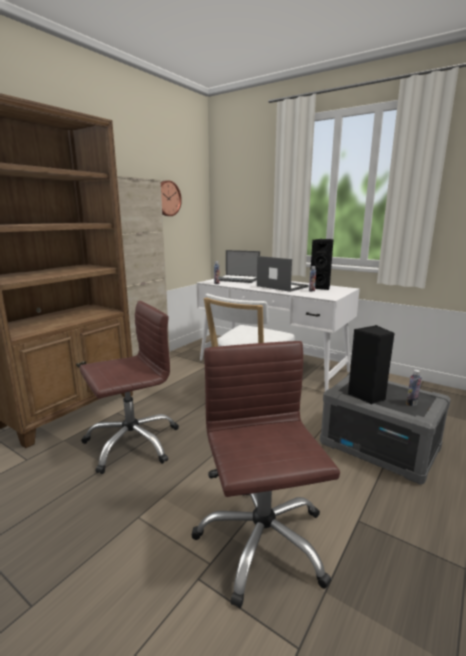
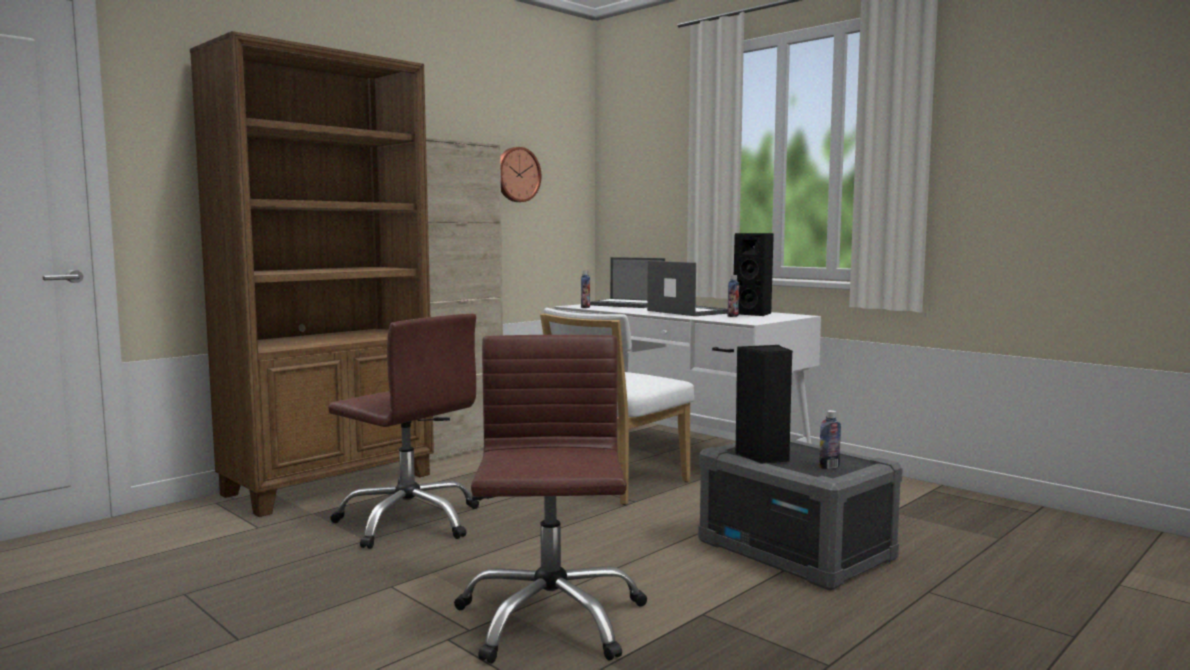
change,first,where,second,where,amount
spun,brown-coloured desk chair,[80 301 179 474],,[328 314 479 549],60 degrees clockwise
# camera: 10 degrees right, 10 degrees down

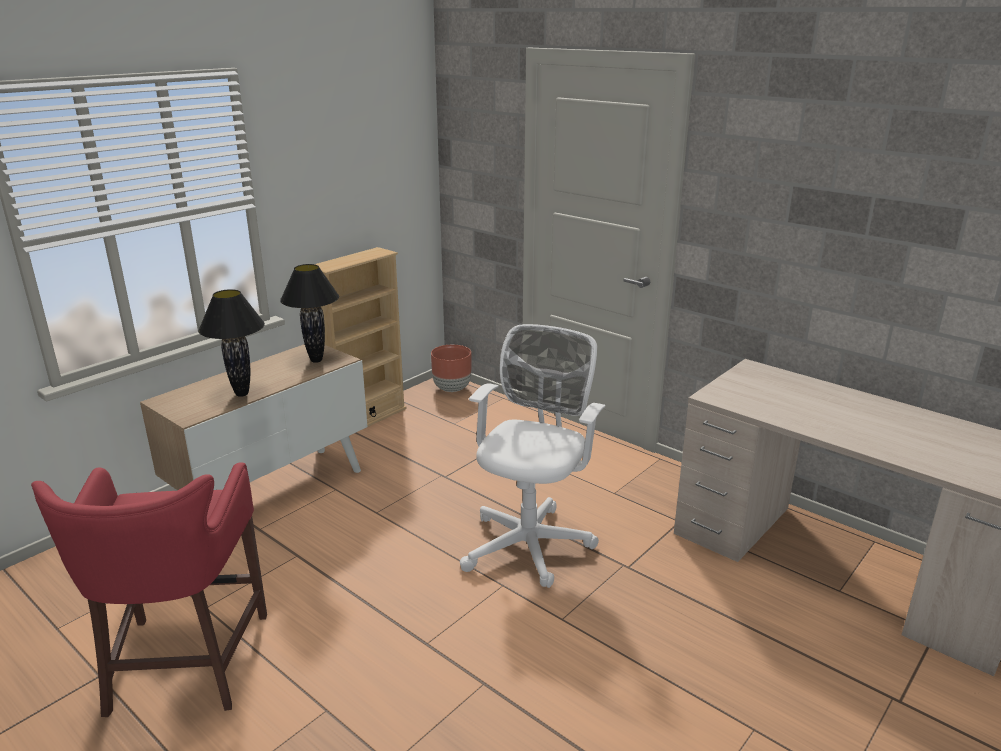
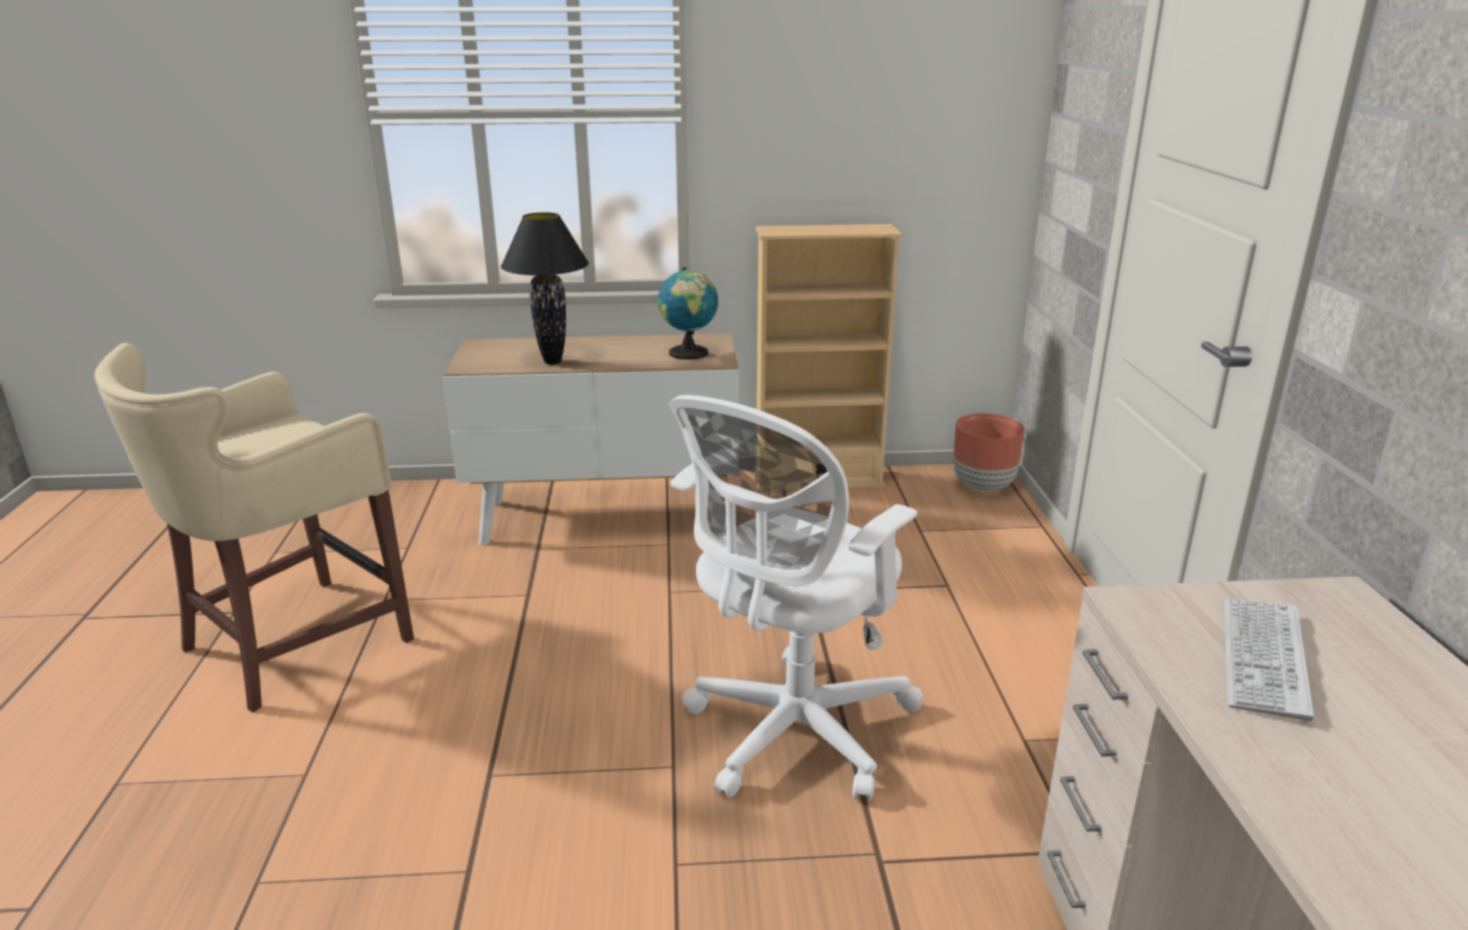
change,first,where,second,where,amount
colour,red stool,[31 462 267 717],sand-coloured stool,[95 343 414 713],
exchanged,black lamp for a table,[280 264 339 363],world globe,[658 267 718 360],
spun,white-coloured desk chair,[460 324 605 588],,[669 395 923 800],150 degrees clockwise
appeared,,,keyboard,[1224 599 1314 721],
# camera: 45 degrees right, 0 degrees up

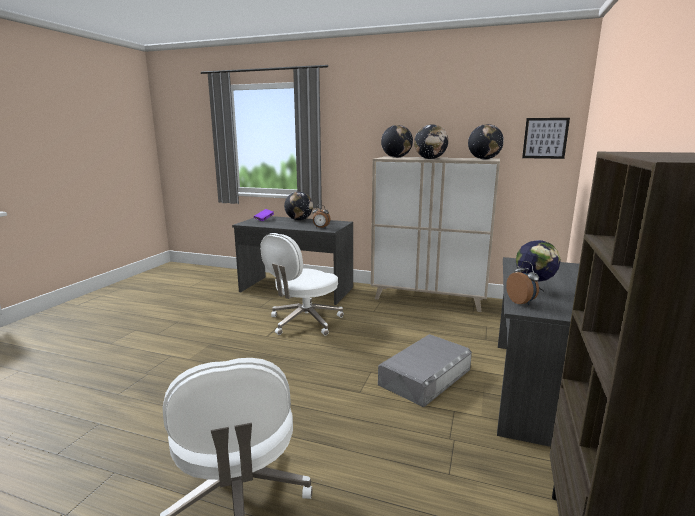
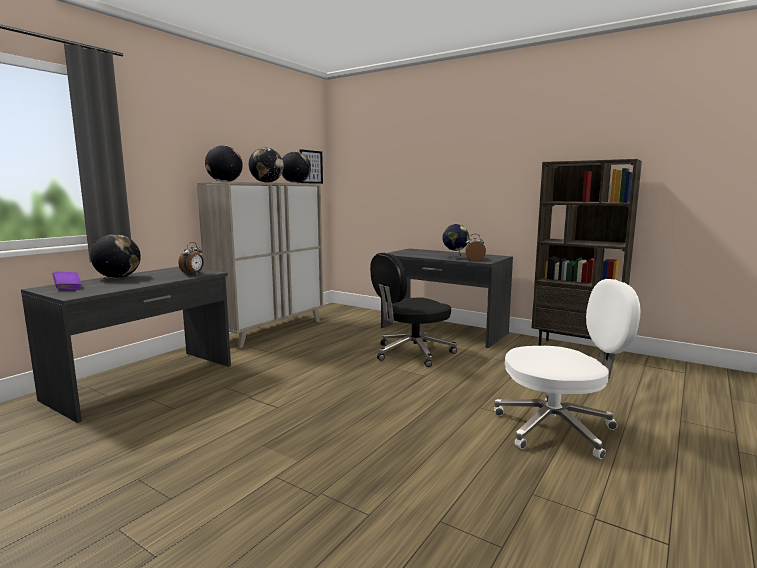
change,first,where,second,where,amount
missing,white-coloured desk chair,[260 233 344 336],,,
exchanged,gray storage box,[378 334 472 407],black desk chair,[370 253 457 367],
# camera: 75 degrees left, 5 degrees down

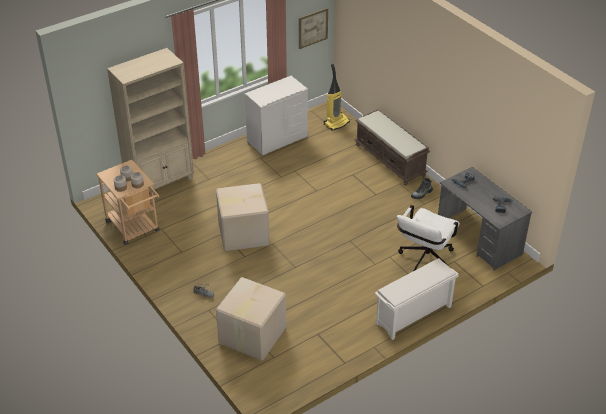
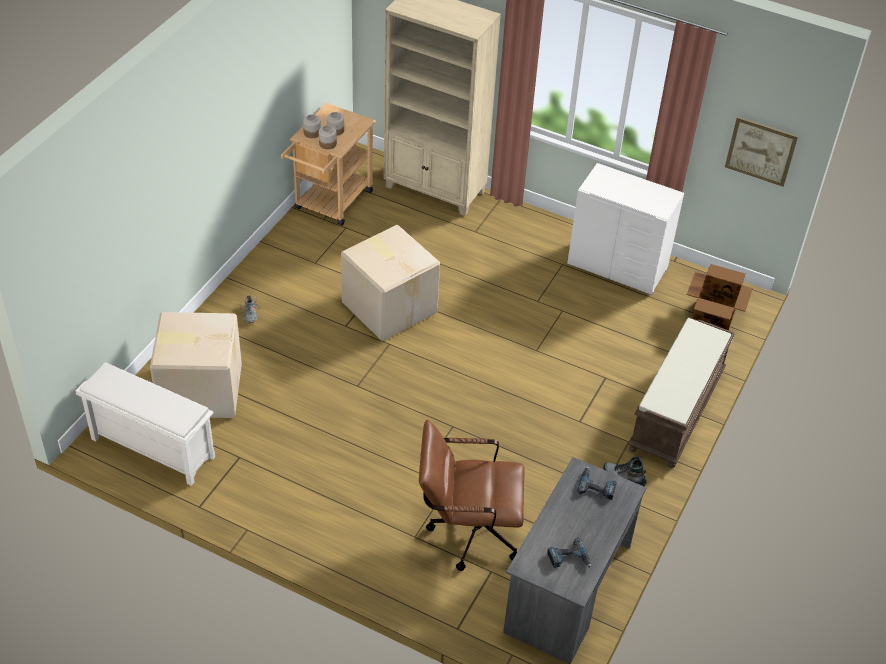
change,first,where,second,where,amount
exchanged,vacuum cleaner,[324 64 350 131],cardboard box,[687 264 753 330],
relocated,white-coloured shoe shelf,[375 258 458 340],,[75 362 215 486],
colour,white-coloured desk chair,[397 205 460 271],brown-coloured desk chair,[419 420 525 571],
# camera: 60 degrees right, 5 degrees up

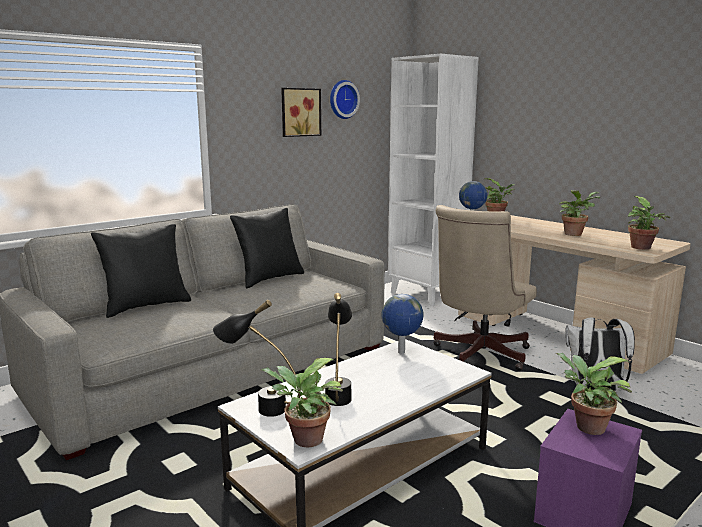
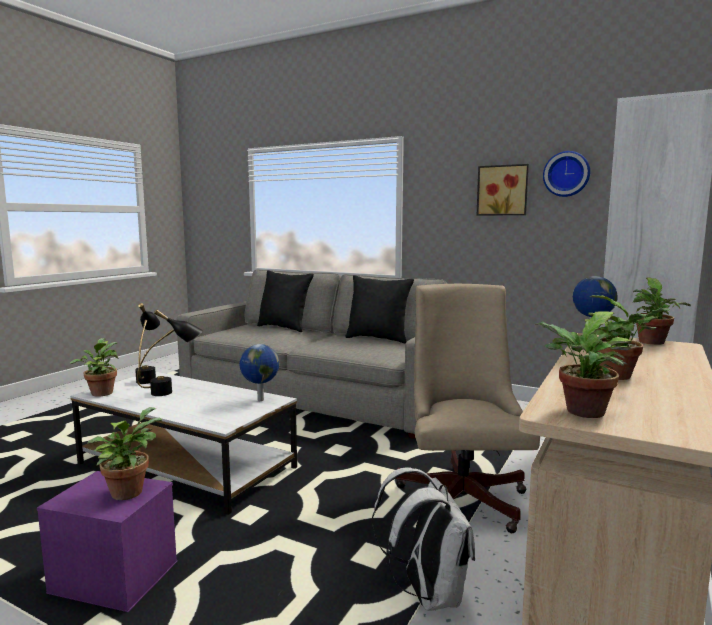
change,first,where,second,where,amount
spun,sand-coloured desk chair,[434 205 537 371],,[396 284 540 533],75 degrees clockwise
# camera: 70 degrees right, 5 degrees down

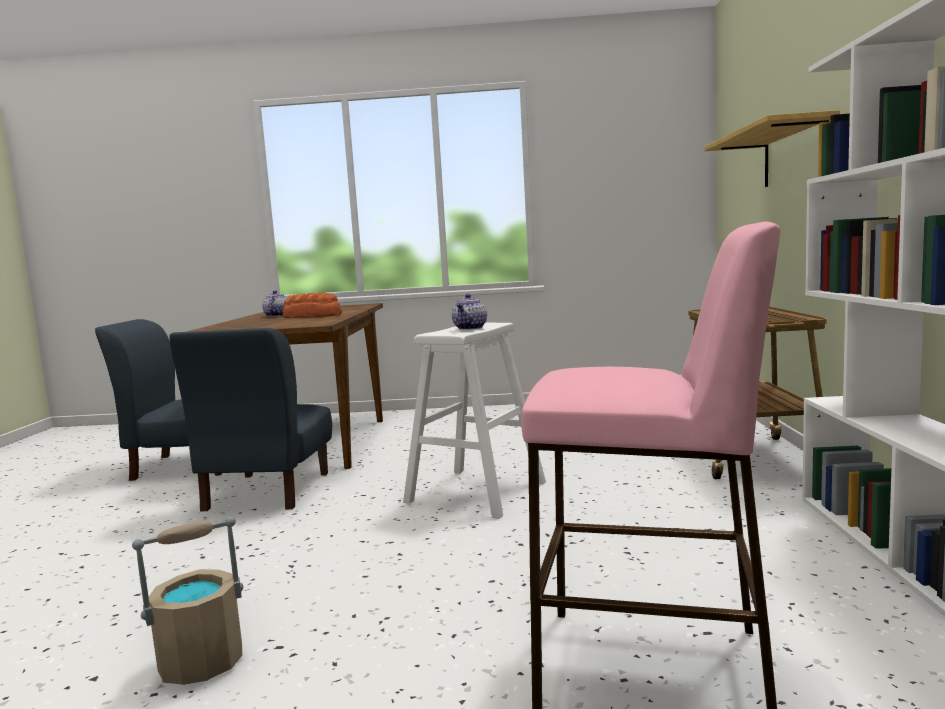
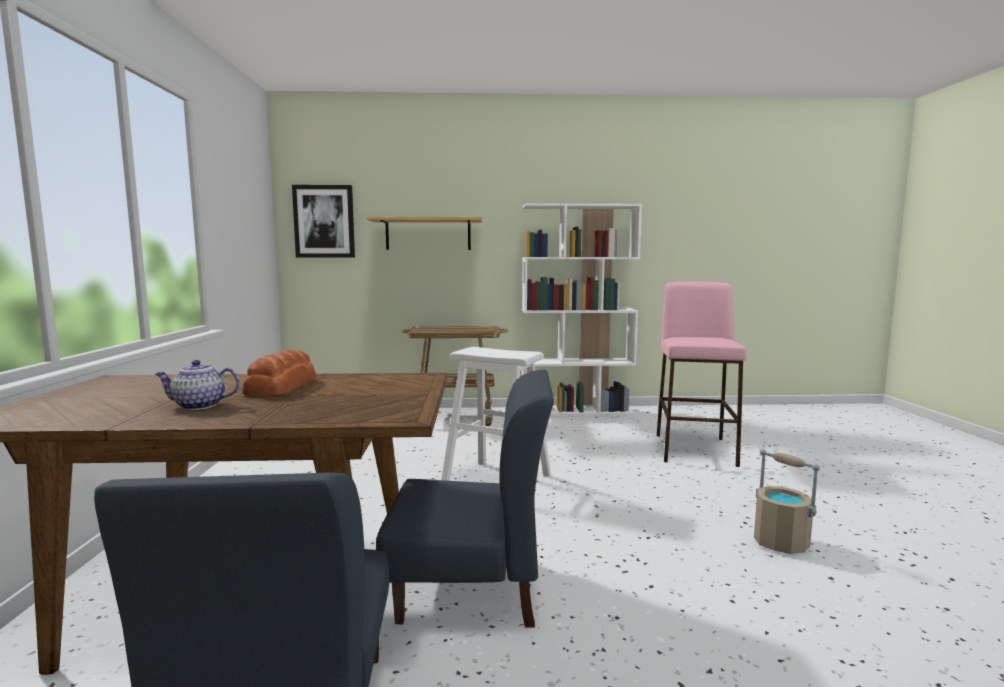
change,first,where,second,where,amount
missing,pot for tea,[452 294 487 330],,,
appeared,,,wall picture,[292 185 355 258],
# camera: 95 degrees left, 0 degrees up

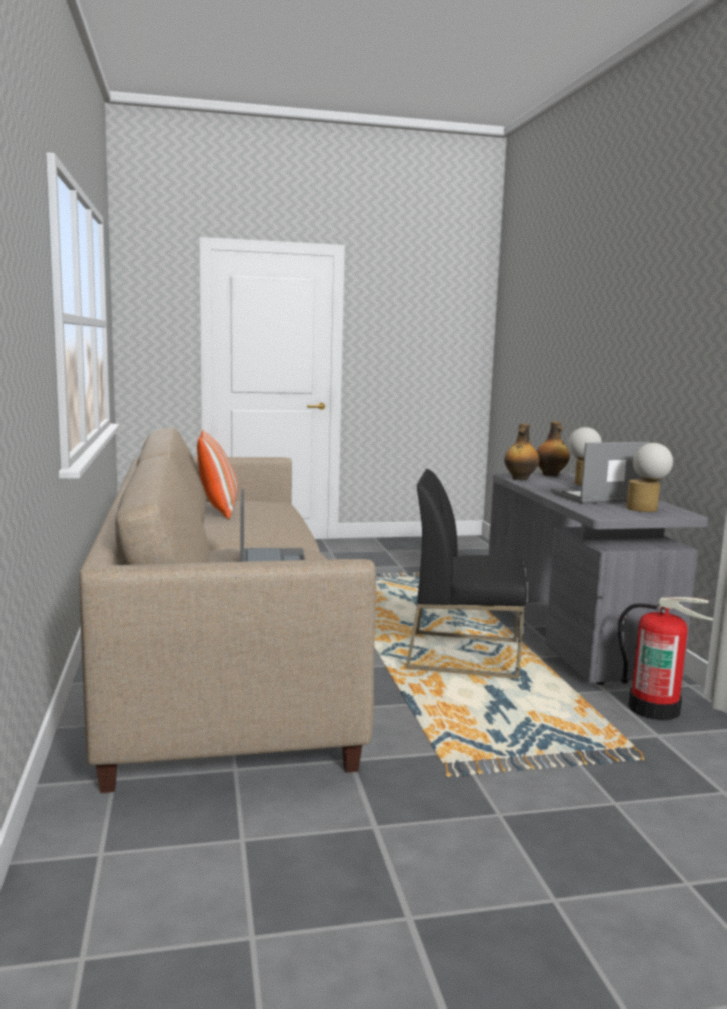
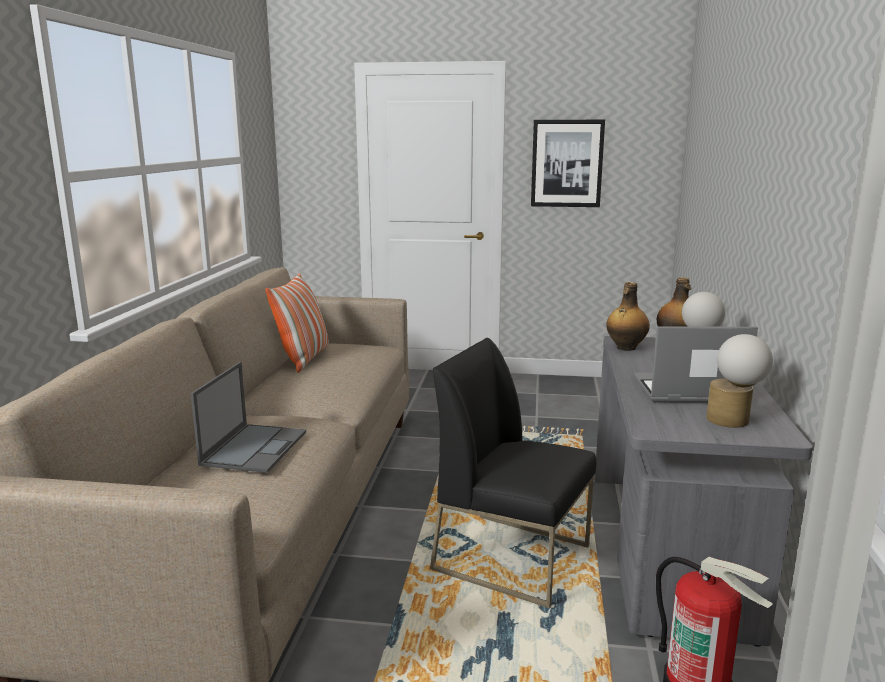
change,first,where,second,where,amount
appeared,,,wall picture,[531 120 605 207],
# camera: 20 degrees right, 5 degrees up

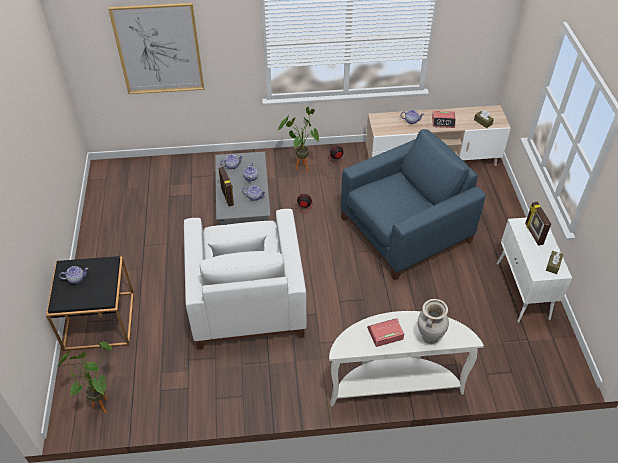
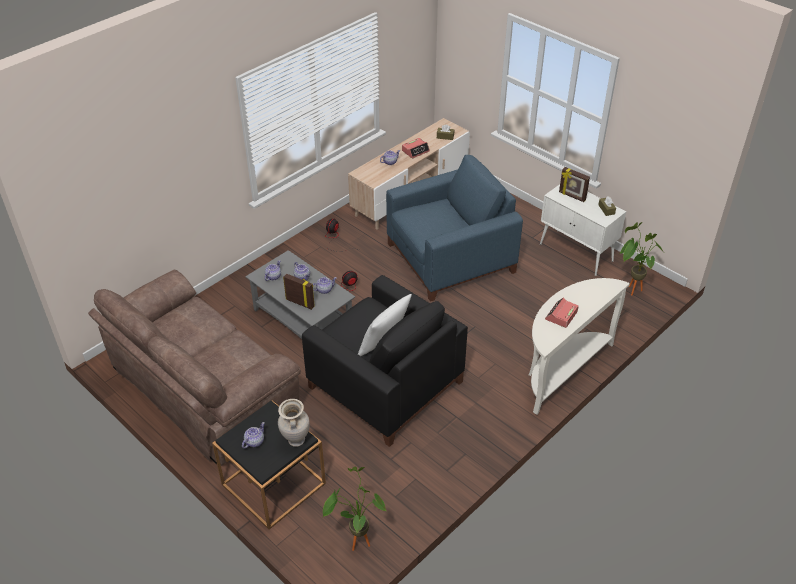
change,first,where,second,where,amount
missing,wall picture,[108 3 204 94],,,
colour,white-coloured armchair,[184 209 306 350],black armchair,[302 275 468 447],
relocated,potted plant,[278 107 319 171],,[619 222 663 295],
spun,bluish armchair,[341 129 486 281],,[386 155 523 302],45 degrees clockwise
relocated,sand-coloured decorative vase,[418 299 449 344],,[278 399 310 447],
appeared,,,brown-coloured settee,[88 269 301 466],
# camera: 40 degrees left, 5 degrees down

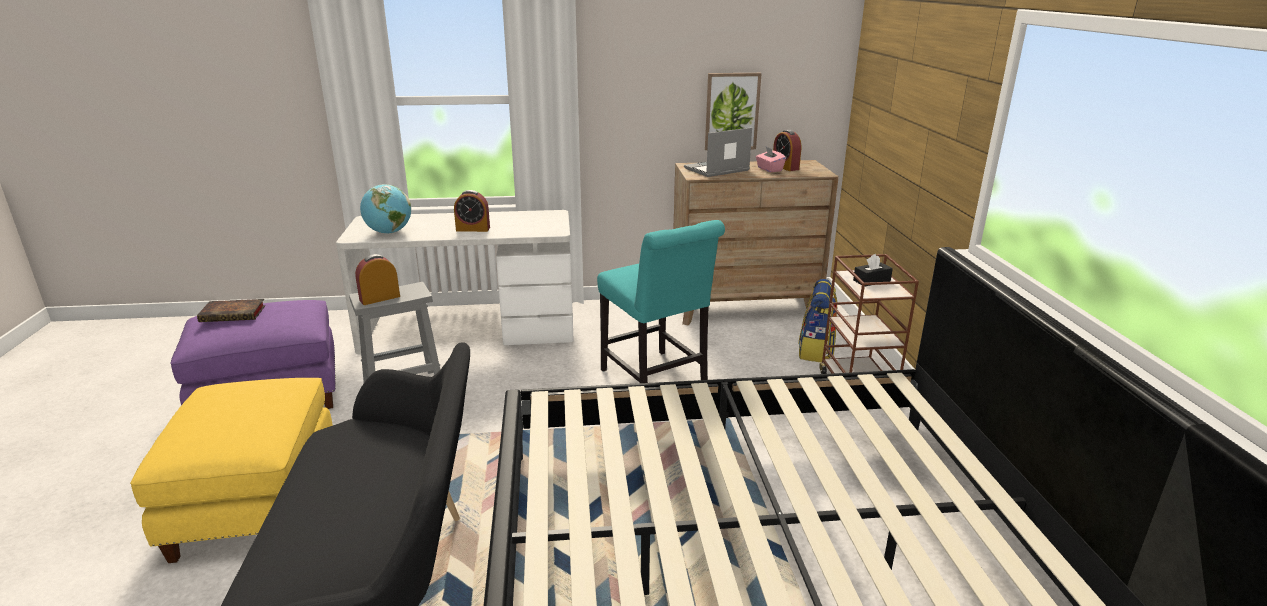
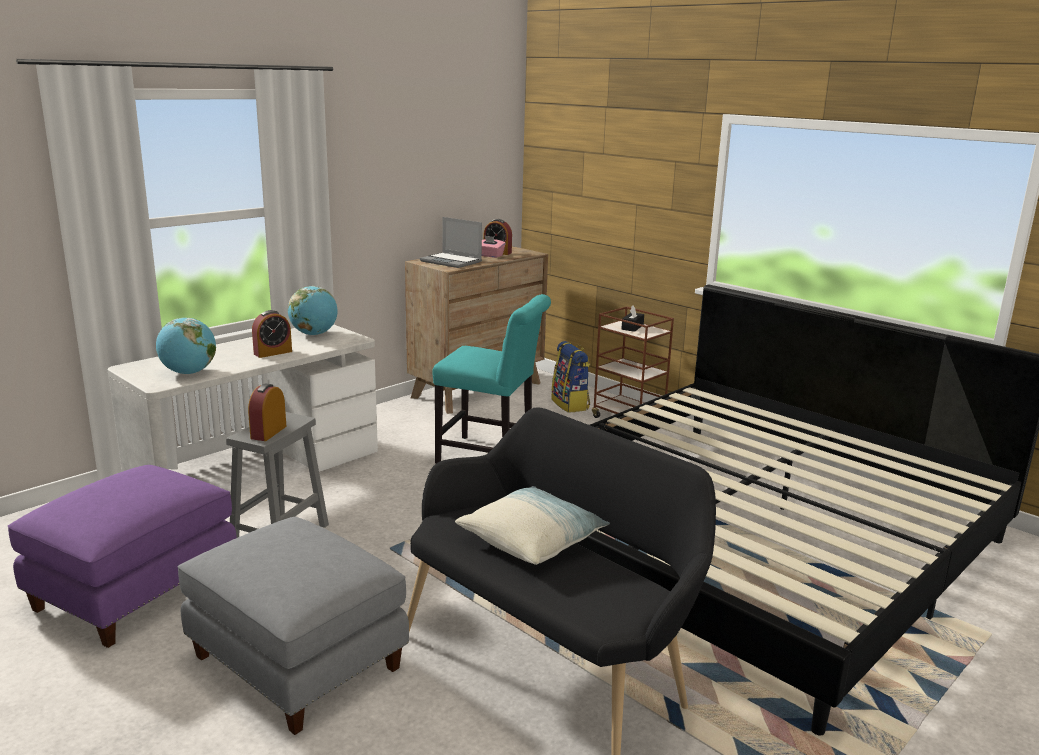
change,first,where,second,where,amount
colour,yellow pouffe,[130 378 333 563],gray pouffe,[178 517 409 735],
missing,book,[197 299 265 322],,,
spun,notebook computer,[684 127 752 177],,[420 217 482 268],75 degrees counterclockwise
missing,wall picture,[705 73 762 150],,,
appeared,,,world globe,[288 286 337 335],
appeared,,,cushion,[455 486 610 565],
# camera: 40 degrees left, 5 degrees down

